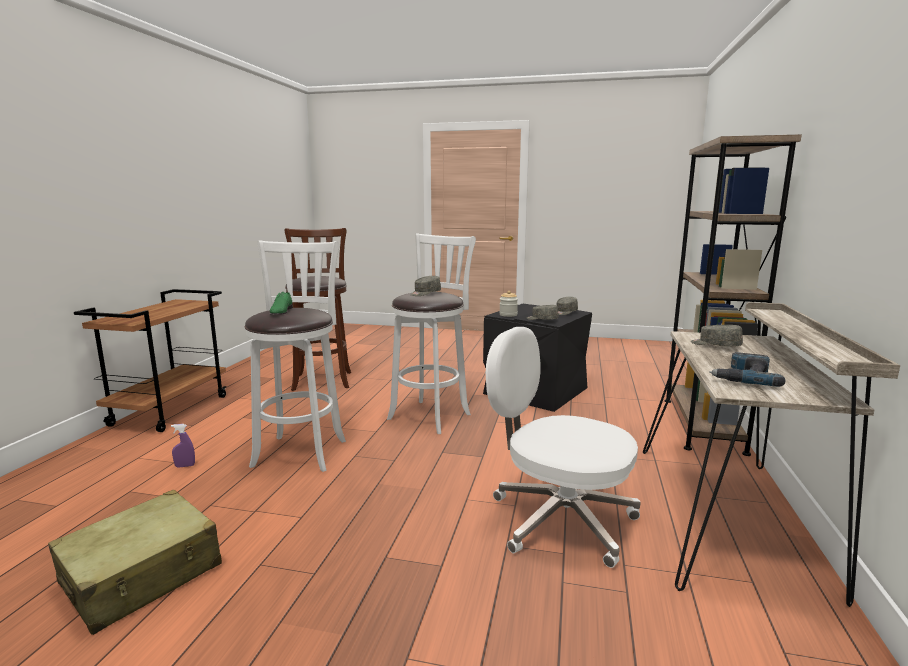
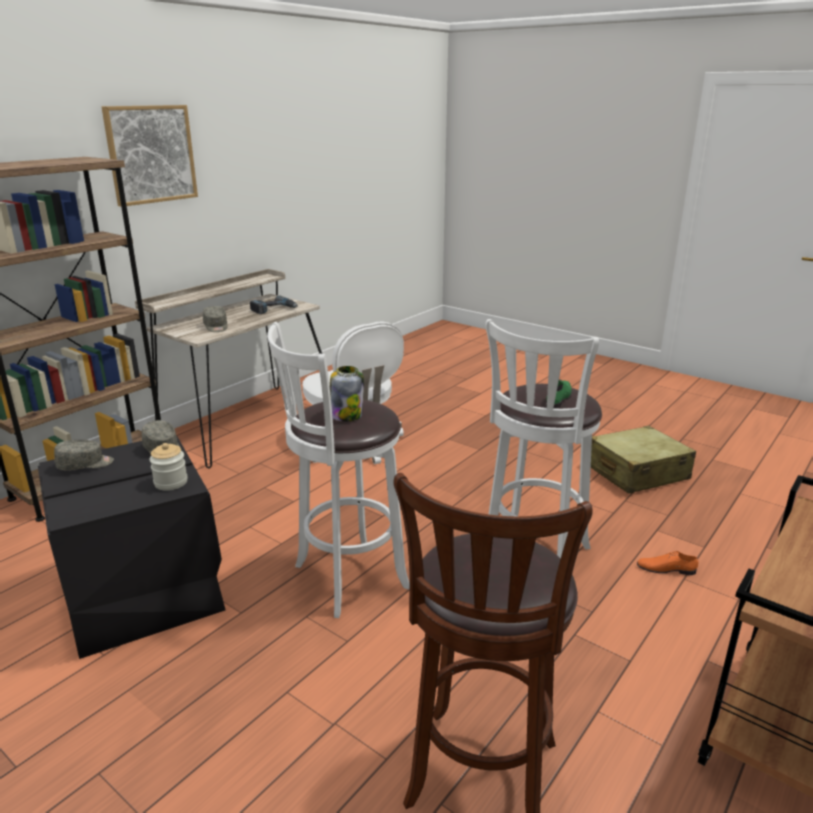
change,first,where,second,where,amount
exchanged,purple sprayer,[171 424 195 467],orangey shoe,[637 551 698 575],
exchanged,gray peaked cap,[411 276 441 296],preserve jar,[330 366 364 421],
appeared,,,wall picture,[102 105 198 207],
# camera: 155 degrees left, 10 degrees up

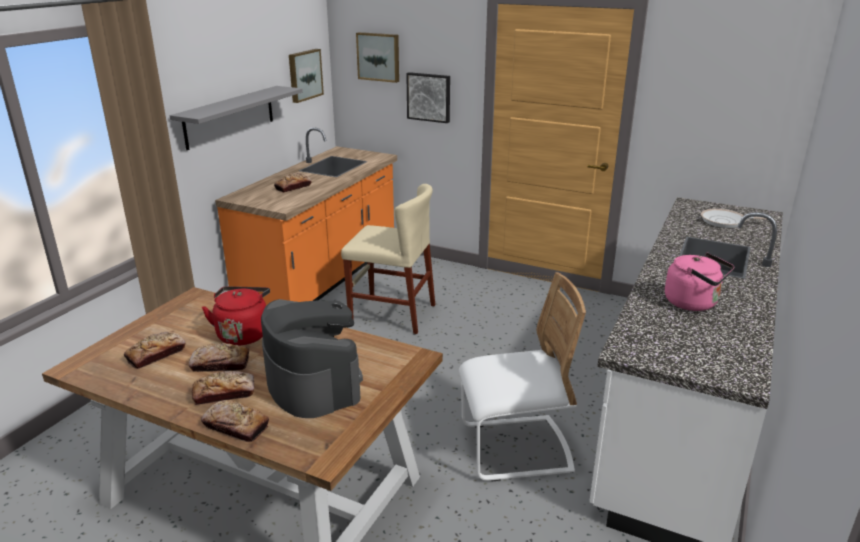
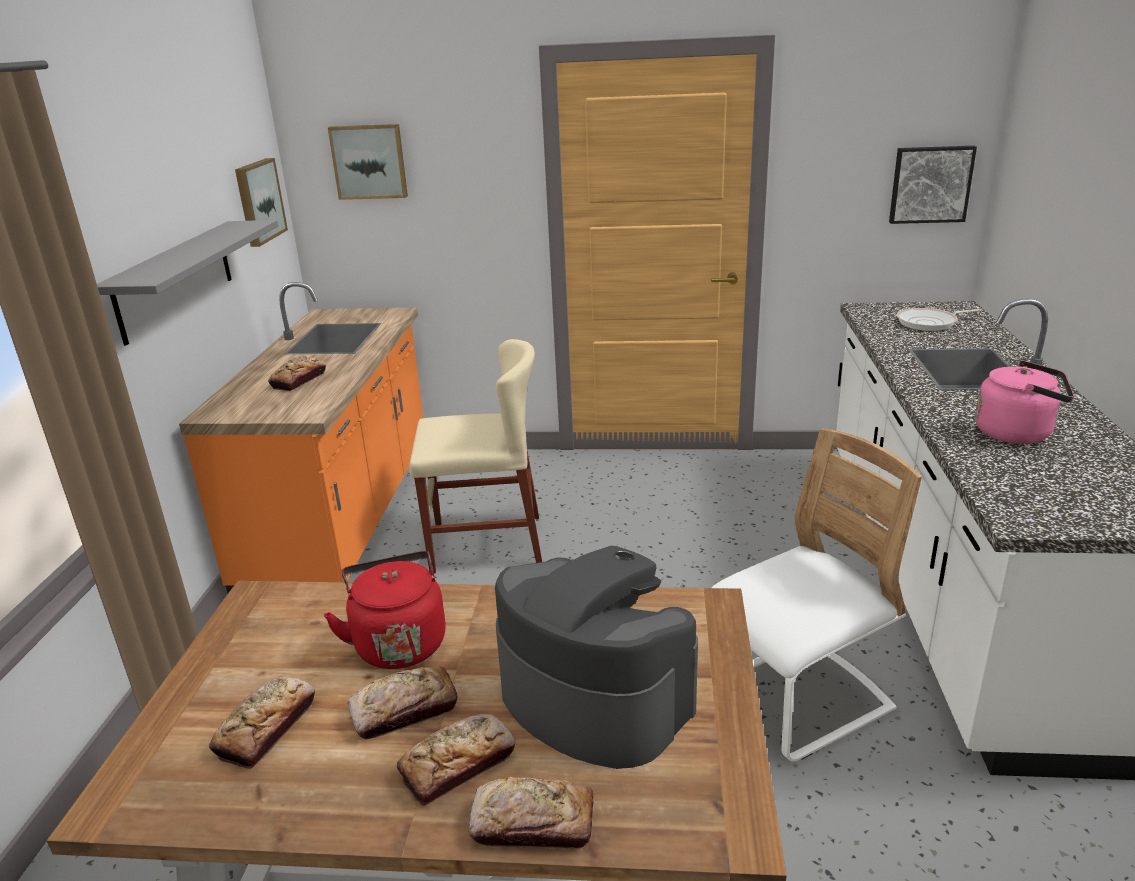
change,first,where,second,where,amount
relocated,wall picture,[406 72 450 123],,[889 146 977 224],
# camera: 20 degrees left, 0 degrees up

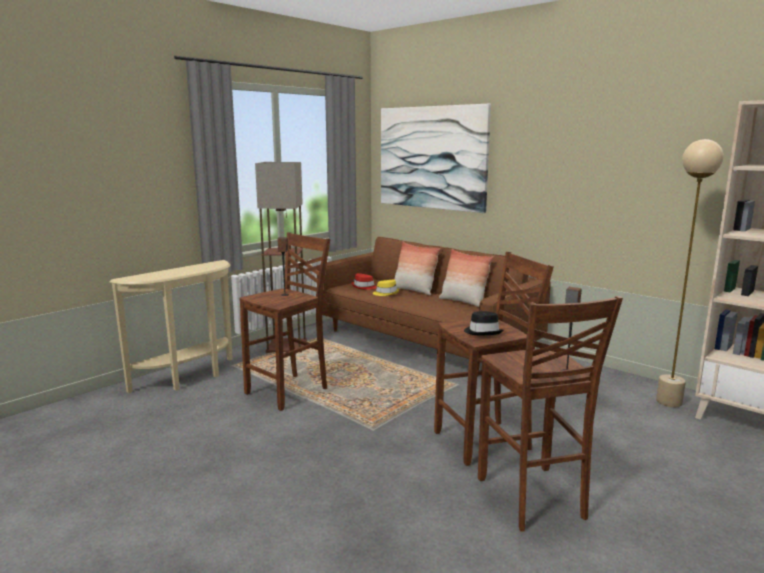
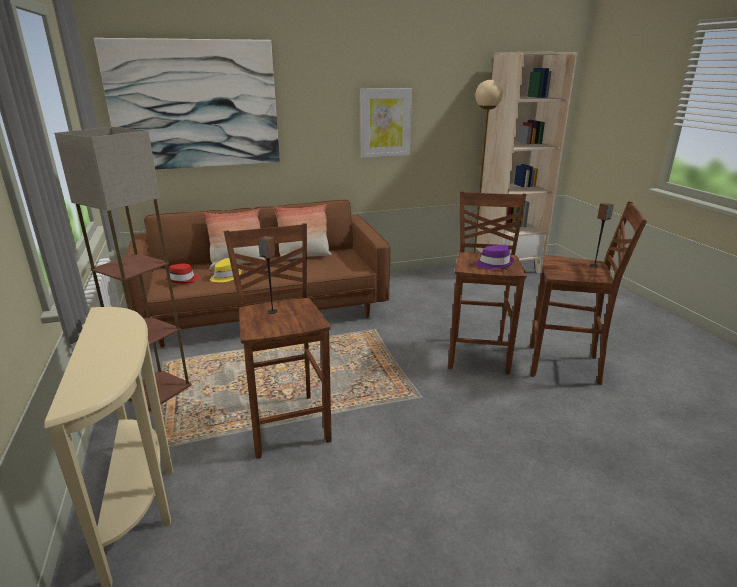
change,first,where,second,where,amount
colour,black wearable hat,[464 311 503 335],purple wearable hat,[475 245 514 269],
appeared,,,wall picture,[360 88 412 158],
# camera: 60 degrees left, 10 degrees up

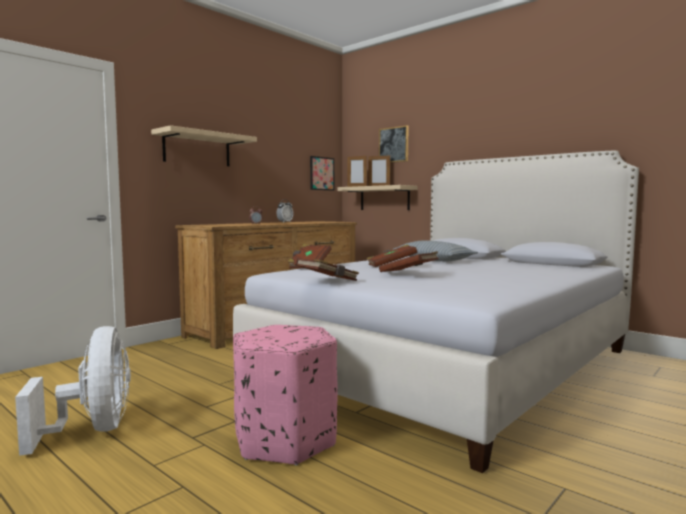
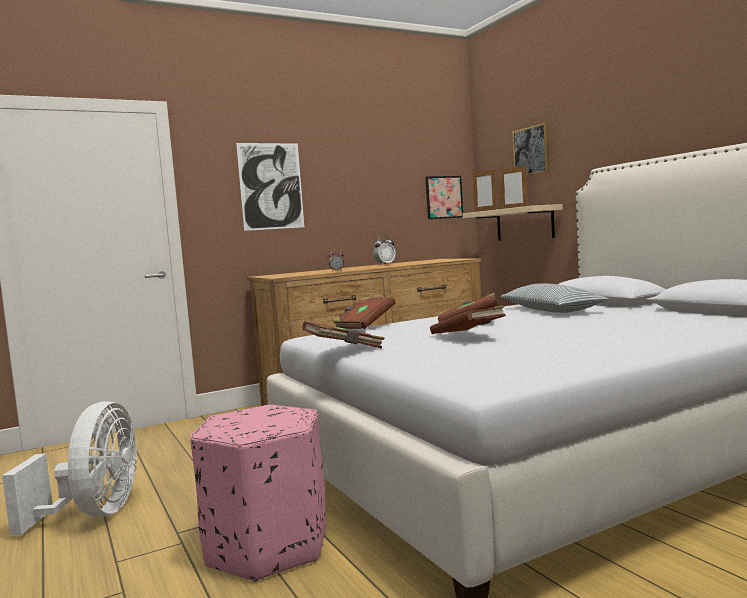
change,first,where,second,where,amount
exchanged,sand-coloured shelf,[151 125 257 166],wall picture,[236 143 304 231],
# camera: 20 degrees right, 0 degrees up

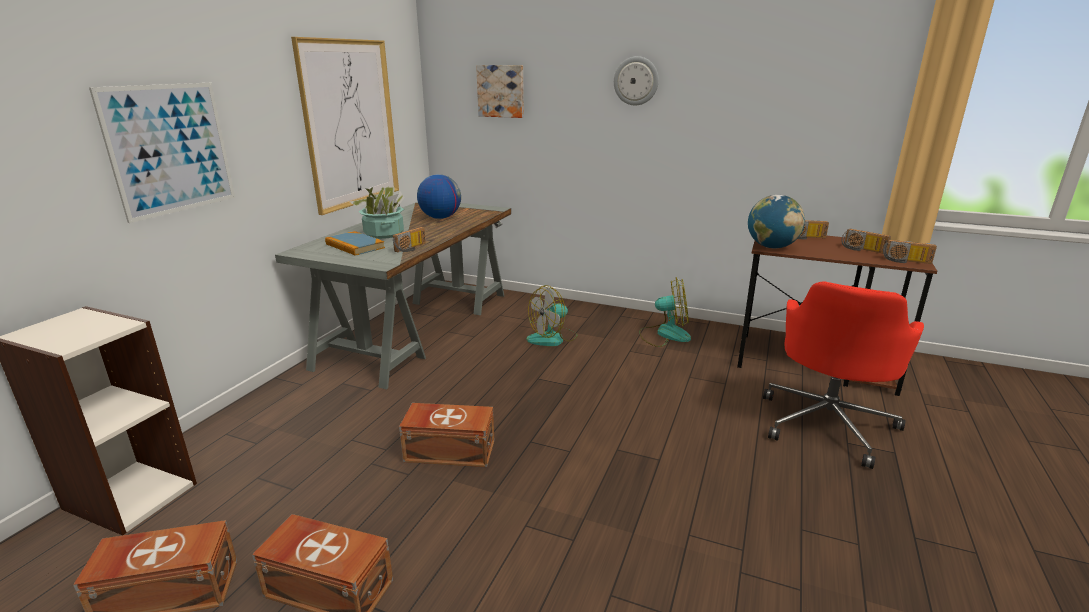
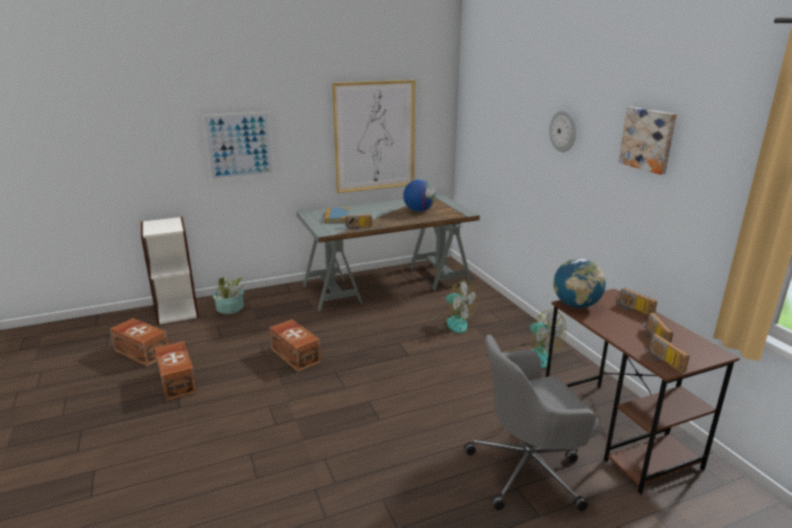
change,first,where,second,where,amount
relocated,potted plant,[350 186 405 239],,[213 276 244 314],
relocated,wall picture,[476 65 524 118],,[618 107 677 175],
spun,cooling fan,[526 285 578 346],,[429 280 477 333],150 degrees counterclockwise
colour,red desk chair,[763 281 924 469],gray desk chair,[464 335 600 511],
# camera: 45 degrees right, 0 degrees up

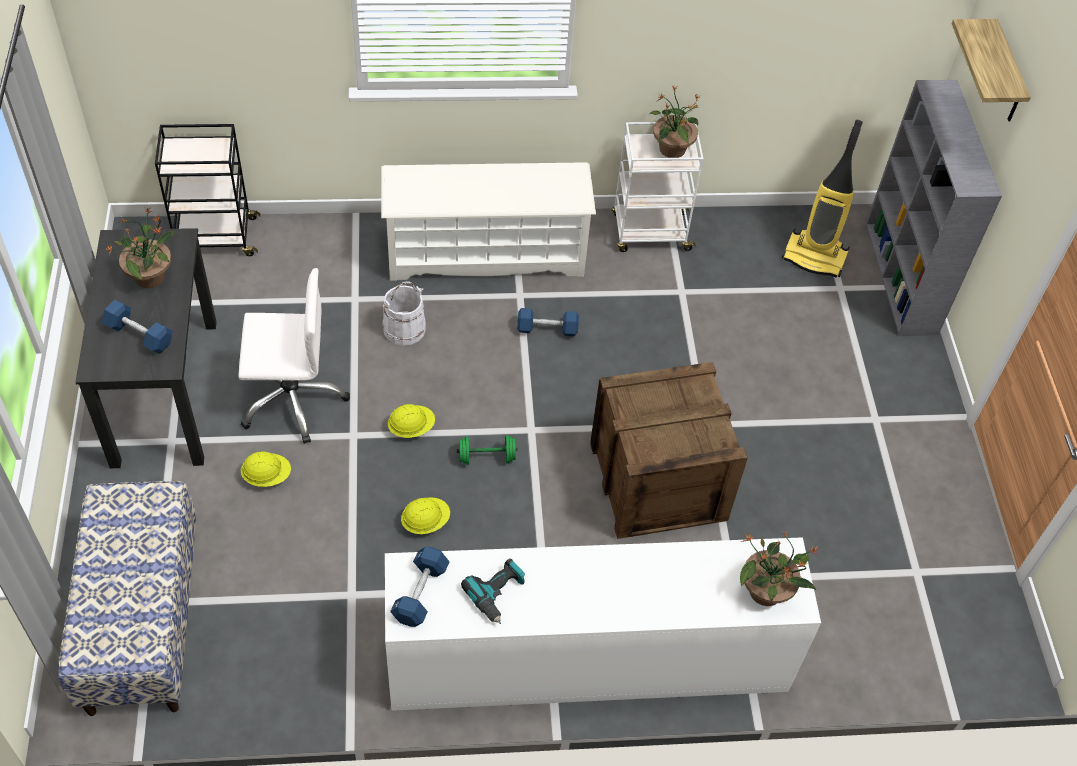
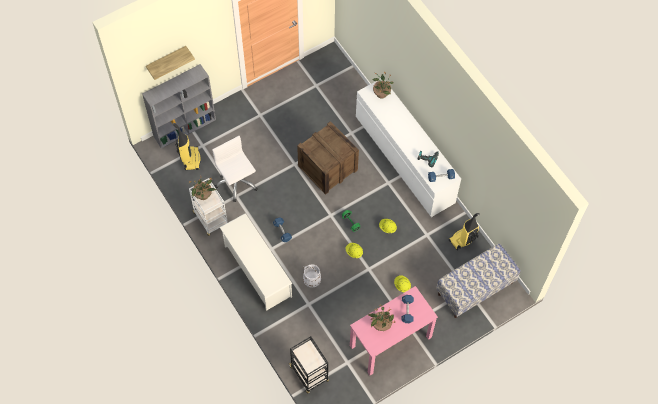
change,first,where,second,where,amount
colour,black desk,[76 228 216 468],pink desk,[350 286 438 375],
relocated,white-coloured desk chair,[238 268 350 444],,[212 136 258 202],
appeared,,,vacuum cleaner,[449 213 480 251],
# camera: 115 degrees left, 10 degrees up

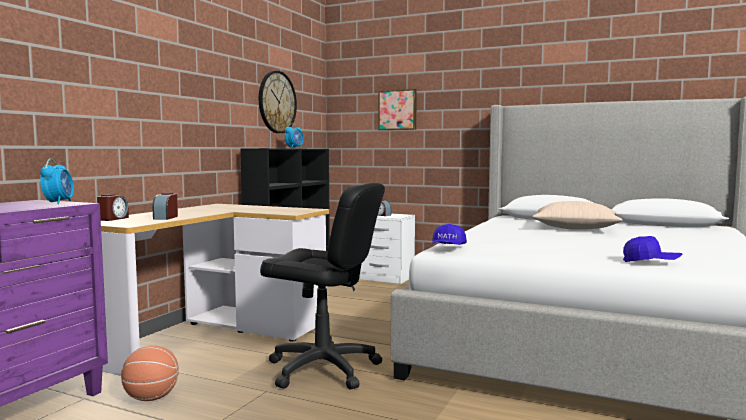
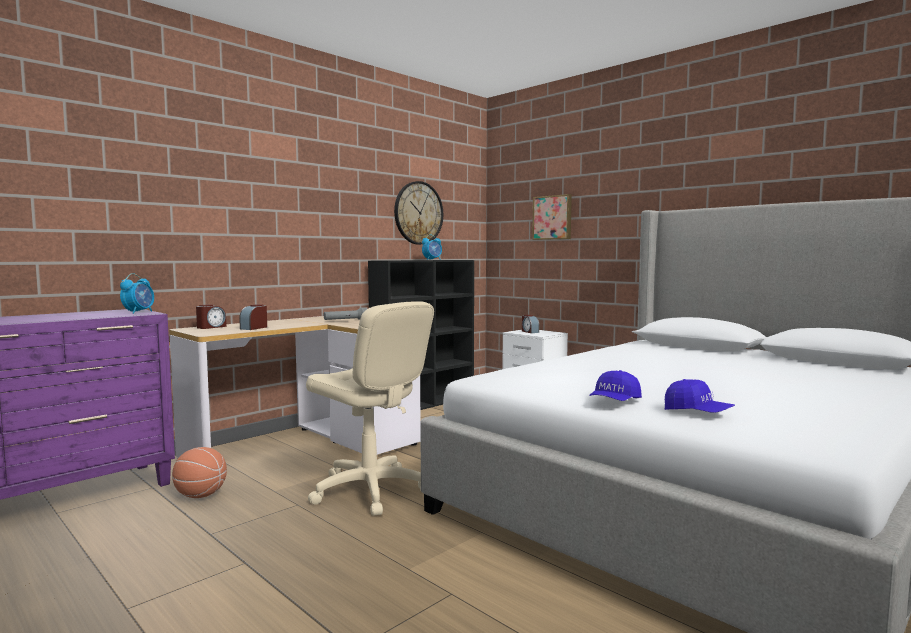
change,first,where,second,where,amount
colour,black desk chair,[260 183 385 390],sand-coloured desk chair,[306 301 434 516],
relocated,bluish peaked cap,[432 224 467 245],,[589 370 642 401],
missing,sand-coloured cushion,[532 201 623 230],,,
appeared,,,gray hand torch,[324 307 368 320],
# camera: 20 degrees right, 0 degrees up

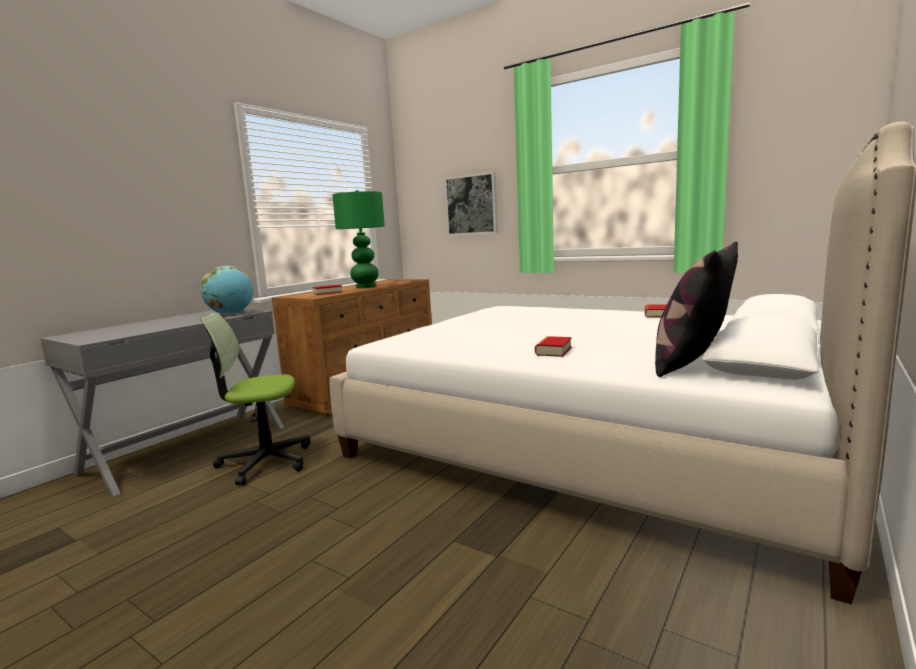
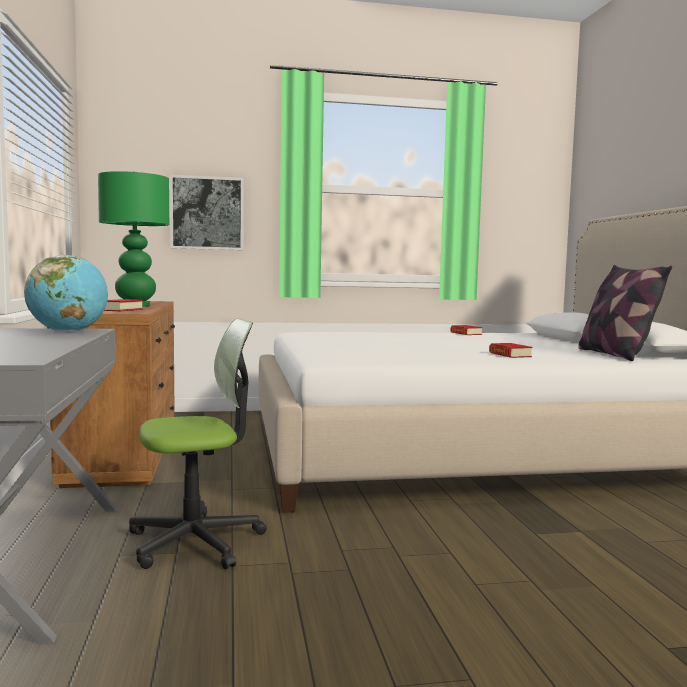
change,first,where,second,where,amount
spun,desk chair,[200 313 310 485],,[129 318 266 569],150 degrees counterclockwise
# camera: 45 degrees left, 5 degrees down

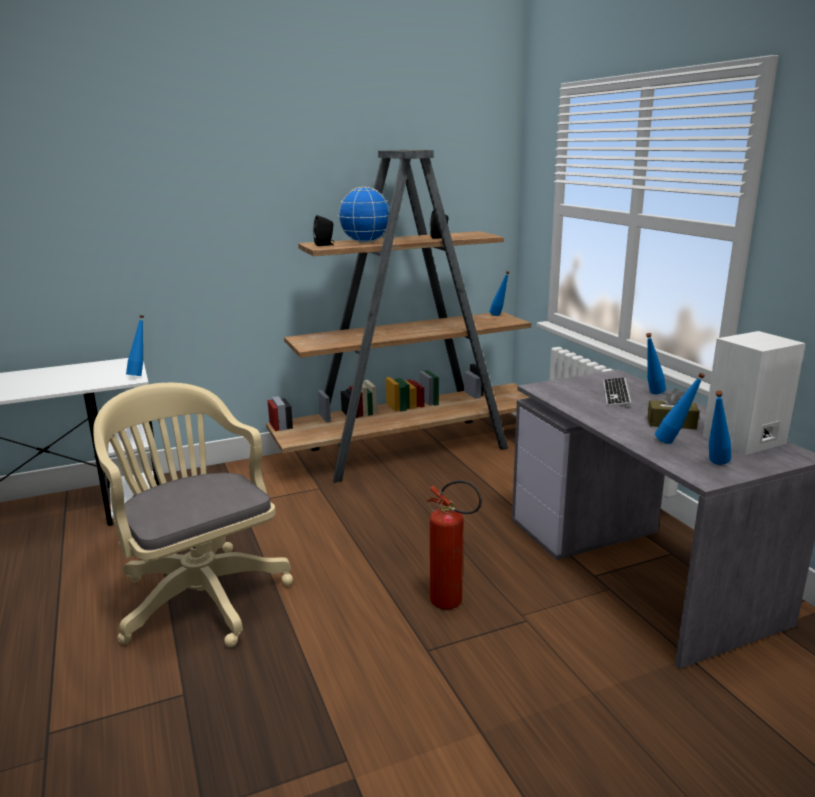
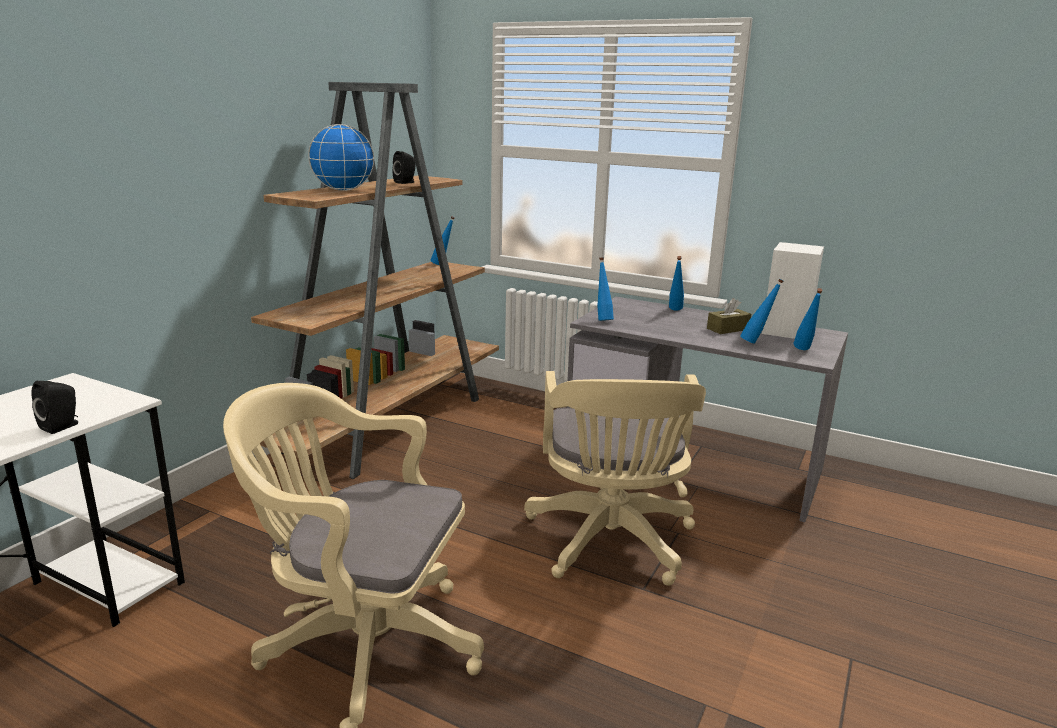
change,first,where,second,where,amount
relocated,bluish bottle,[126 315 144 376],,[597 257 614 321],
relocated,black speaker,[313 215 335 246],,[32 381 78 434],
exchanged,fire extinguisher,[426 480 482 609],sand-coloured desk chair,[524 371 706 586],
missing,keyboard,[603 378 631 407],,,
# camera: 40 degrees left, 0 degrees up

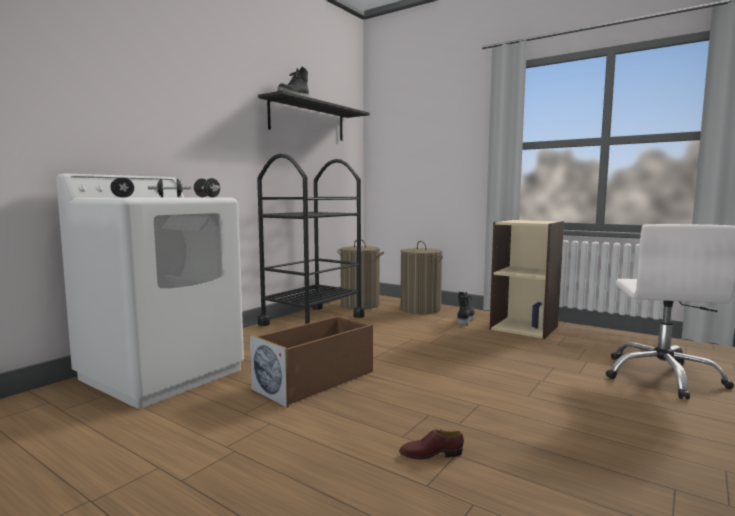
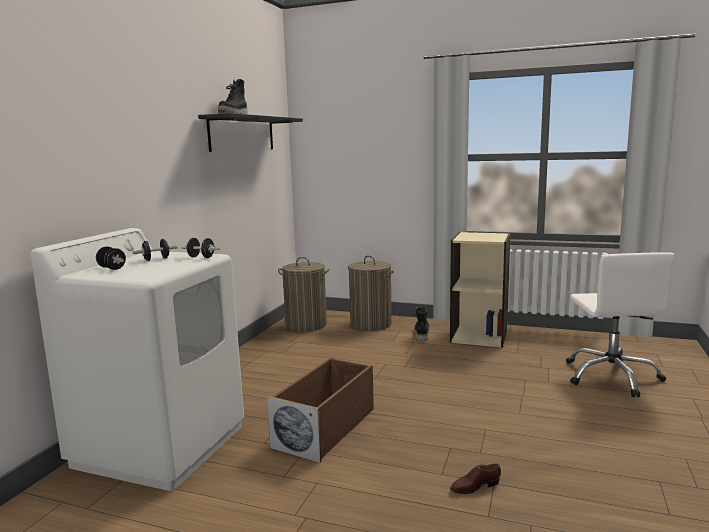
change,first,where,second,where,amount
missing,black cart,[257 154 364 326],,,
# camera: 15 degrees left, 5 degrees up

